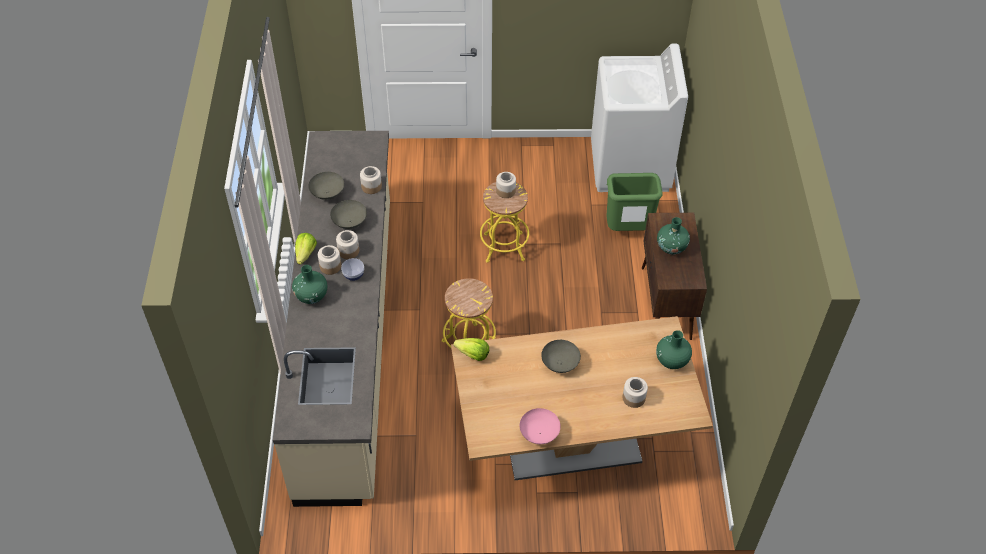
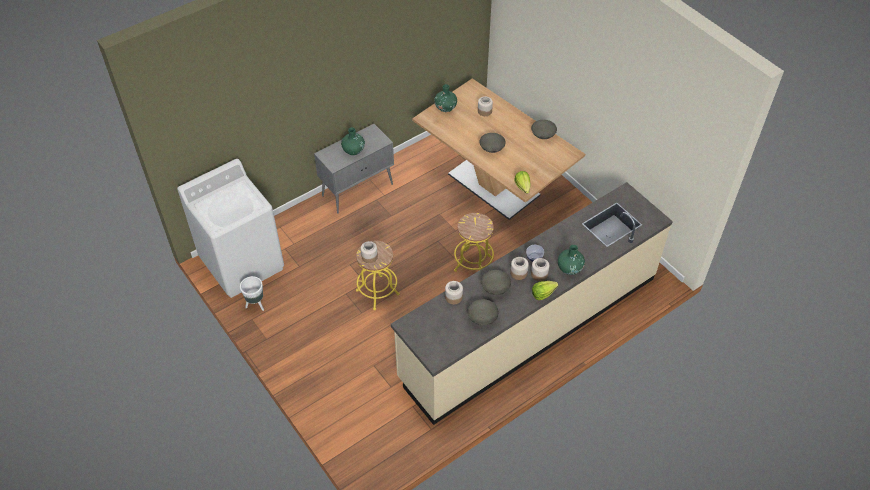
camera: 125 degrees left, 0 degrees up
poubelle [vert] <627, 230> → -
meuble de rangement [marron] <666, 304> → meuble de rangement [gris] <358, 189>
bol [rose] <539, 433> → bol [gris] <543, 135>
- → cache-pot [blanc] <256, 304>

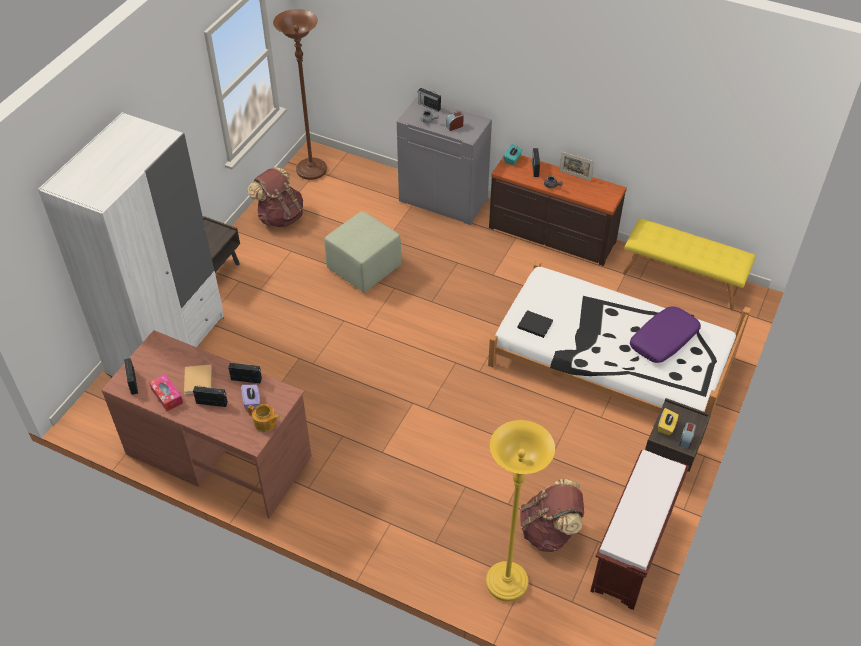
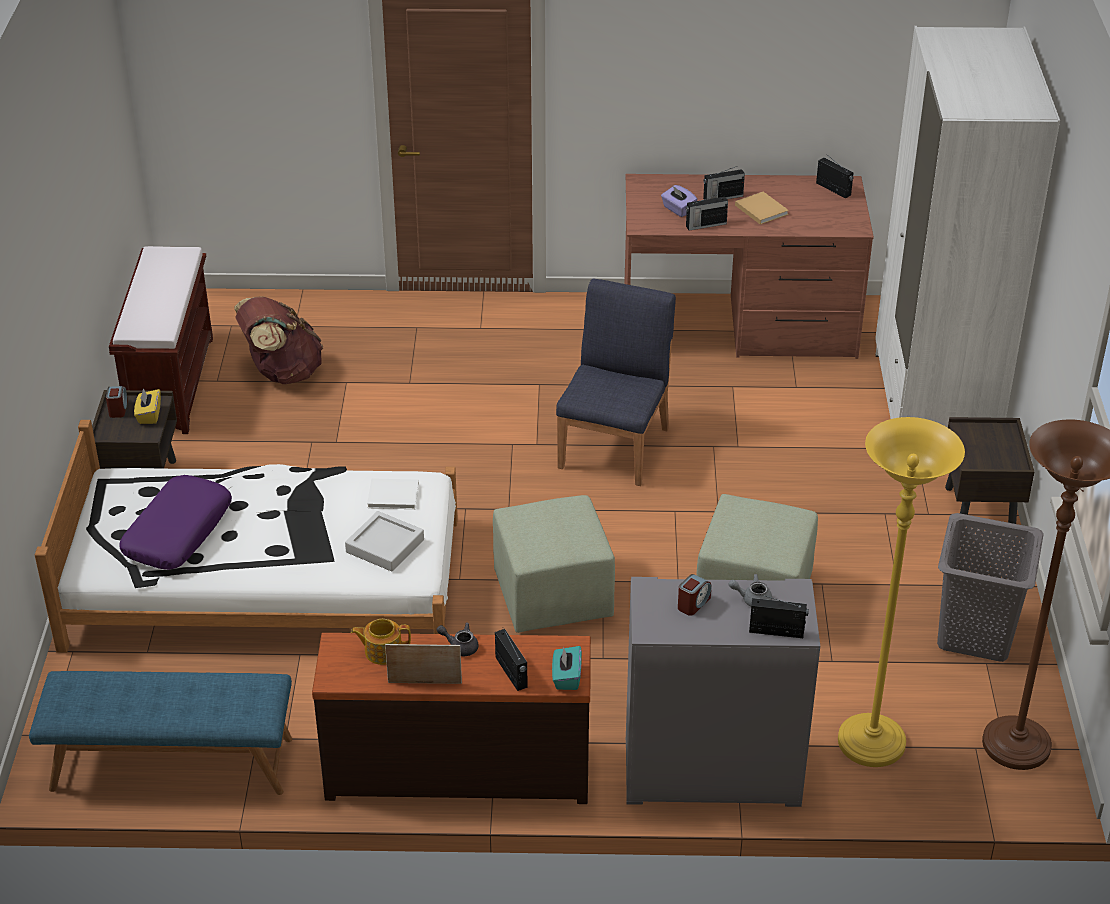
camera: 155 degrees right, 10 degrees down
sac à dos [marron] <280, 217> → panier à linge [gris] <976, 635>
banc [jaune] <683, 279> → banc [bleu] <171, 764>
livre [noir] <534, 324> → livre [blanc] <395, 496>
boîte à mouchoirs <167, 396> → -
théière <265, 423> → théière <382, 651>, relocated
lampadaire [jaune] <507, 583> → lampadaire [jaune] <871, 743>, relocated
- → chaise [bleu] <615, 447>
- → pouf [vert] <554, 597>
- → plateau [gris] <385, 546>

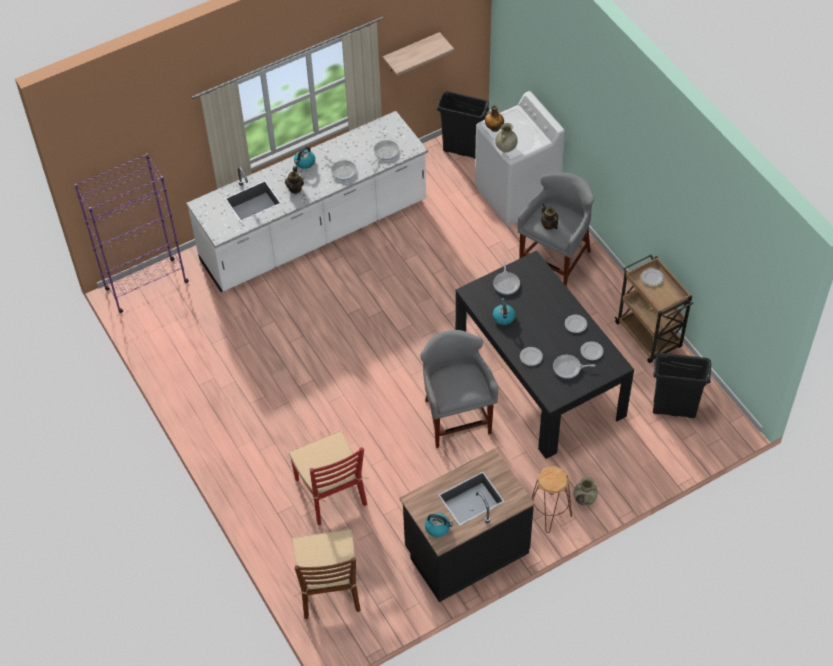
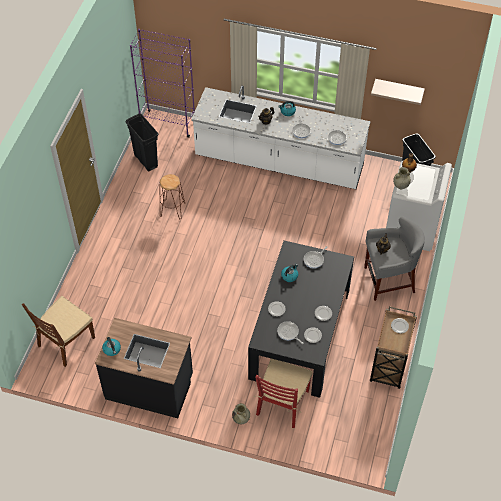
camera: 45 degrees right, 0 degrees up
tabouret [gris] <456, 418> → -
poubelle [noir] <674, 409> → poubelle [noir] <146, 161>, relocated
chaise [rouge] <331, 492> → chaise [rouge] <282, 403>, relocated
tabouret [marron] <549, 513> → tabouret [marron] <172, 210>, relocated

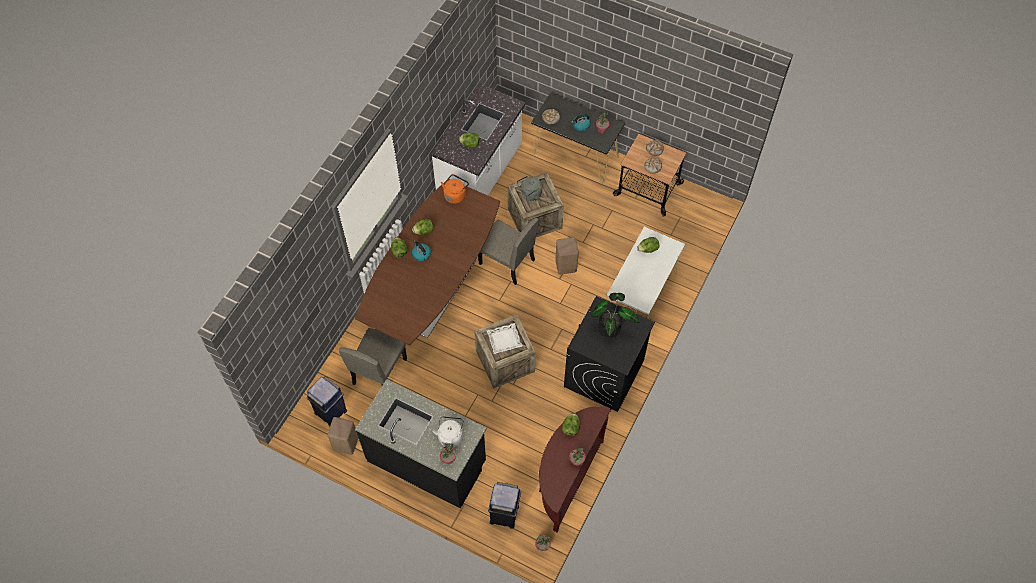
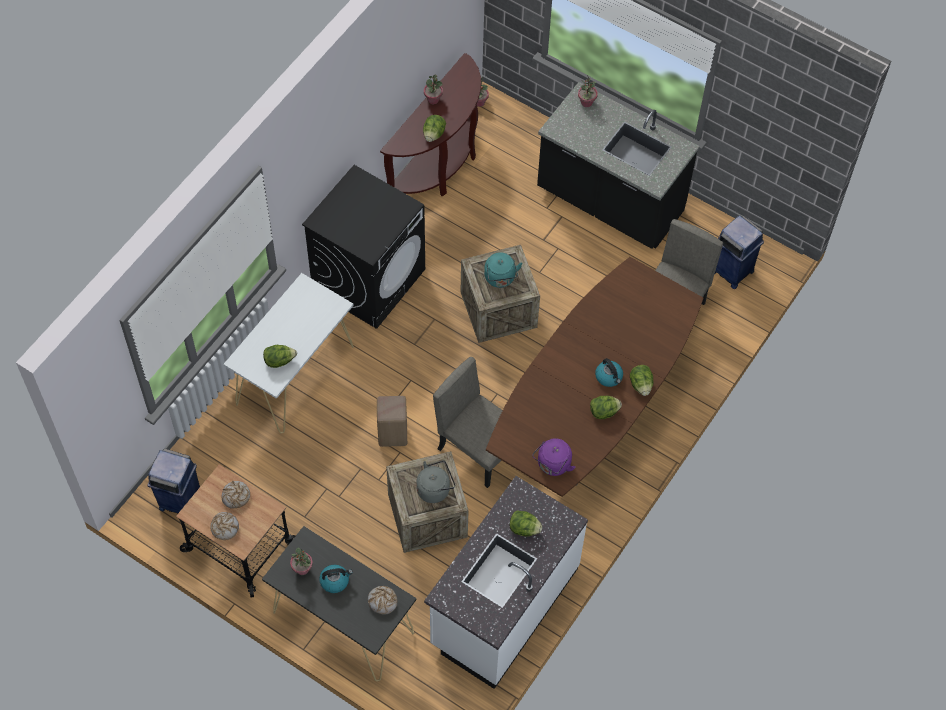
camera: 175 degrees left, 0 degrees up
bouilloire [orange] <455, 195> → bouilloire [violet] <553, 465>
plante en pot <611, 326> → -
plateau [blanc] <504, 339> → bouilloire [turquoise] <500, 279>
bouilloire [blanc] <450, 435> → -
tabouret [beige] <345, 444> → -
poubelle [bleu] <505, 514> → poubelle [bleu] <180, 500>, relocated

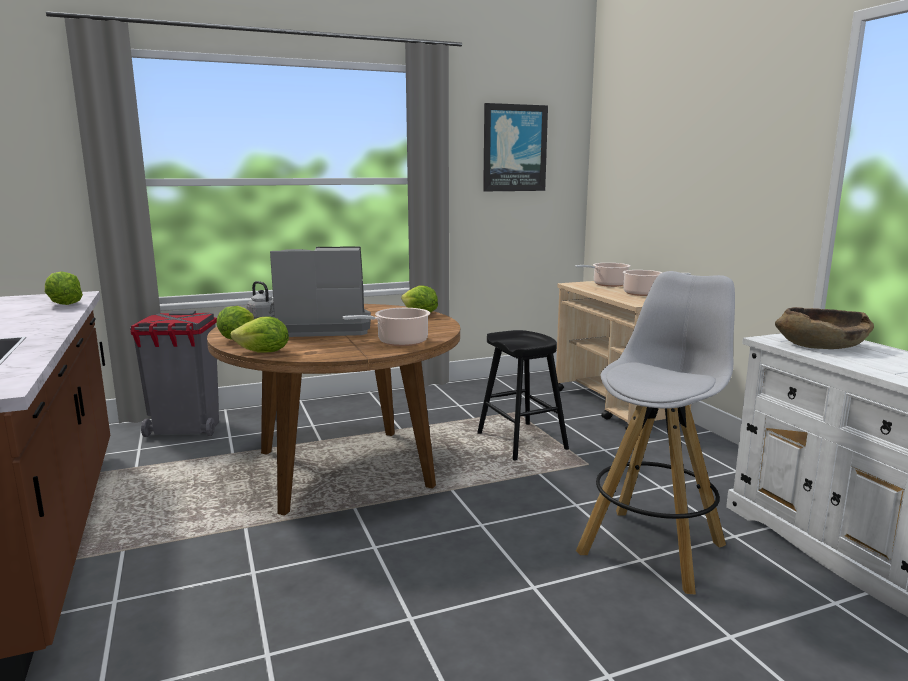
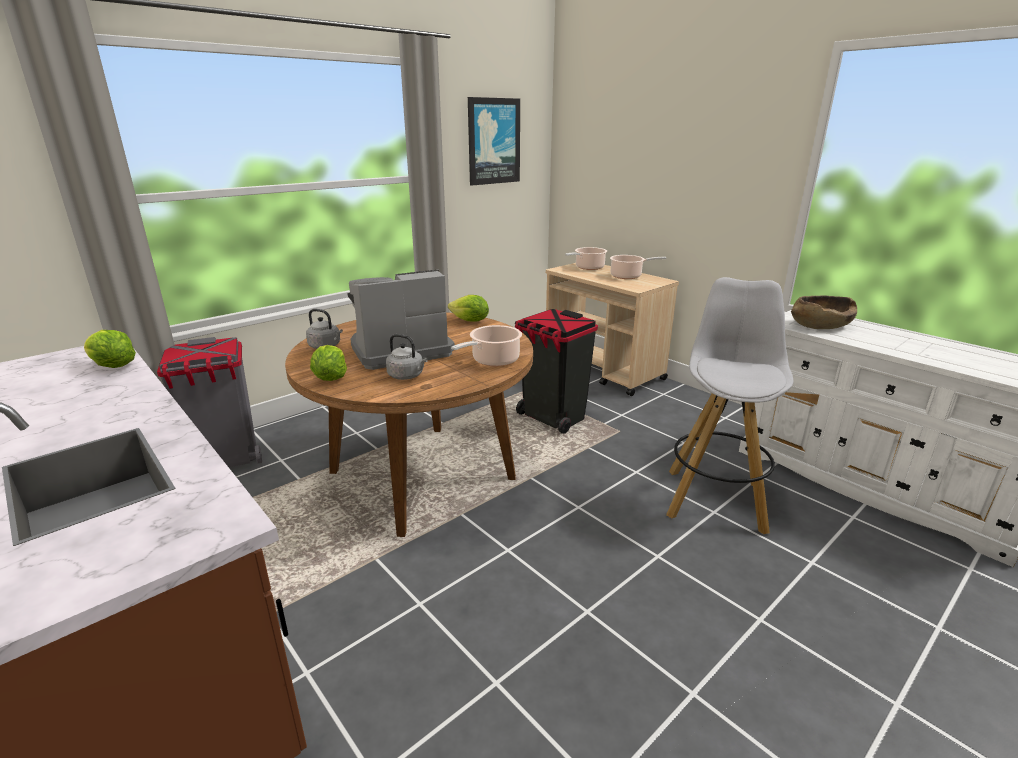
camera: 20 degrees left, 10 degrees up
laitue <263, 353> → -
tabouret [noir] <521, 441> → poubelle [noir] <553, 418>
- → bouilloire [gris] <407, 376>

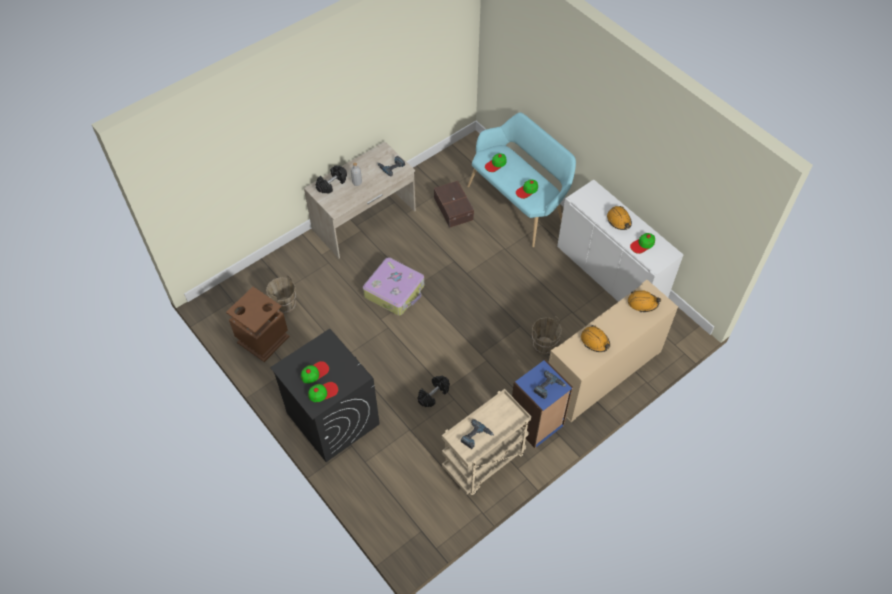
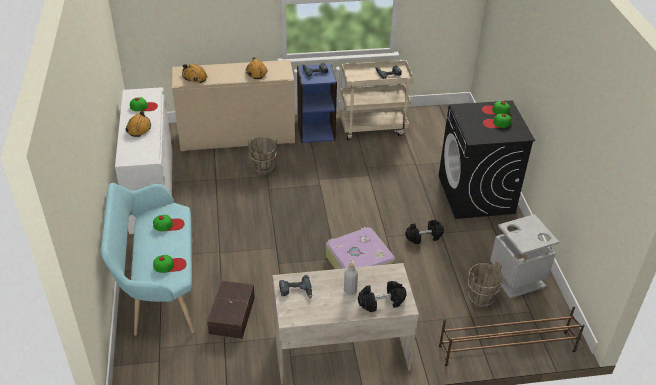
camera: 150 degrees left, 15 degrees down
poubelle [marron] <262, 339> → poubelle [gris] <517, 278>
haltère [noir] <433, 394> → haltère [noir] <423, 237>, relocated
- → étagère à chaussures [marron] <506, 348>

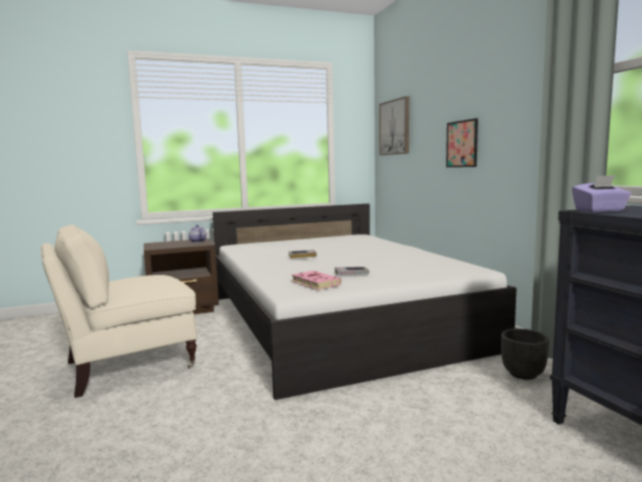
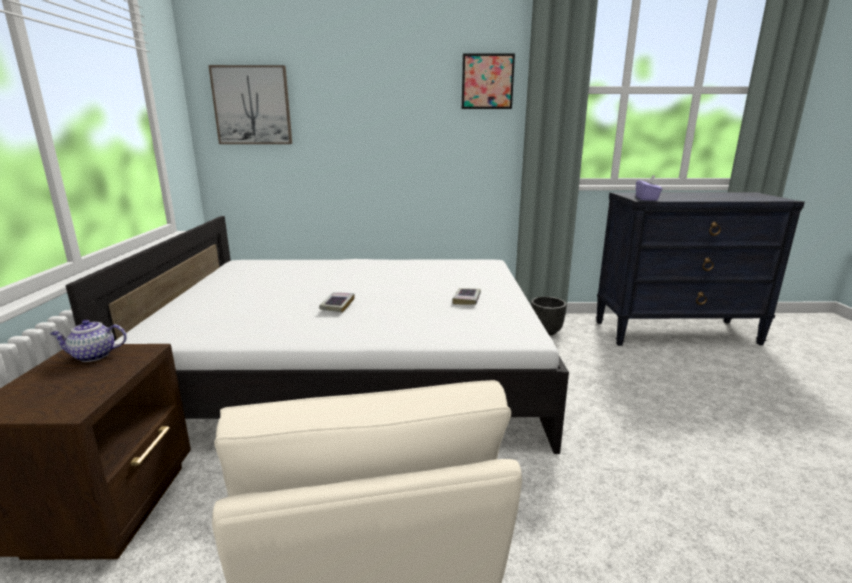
camera: 70 degrees left, 10 degrees up
tableau <462, 144> → tableau <487, 81>, relocated
livre [rose] <314, 283> → -

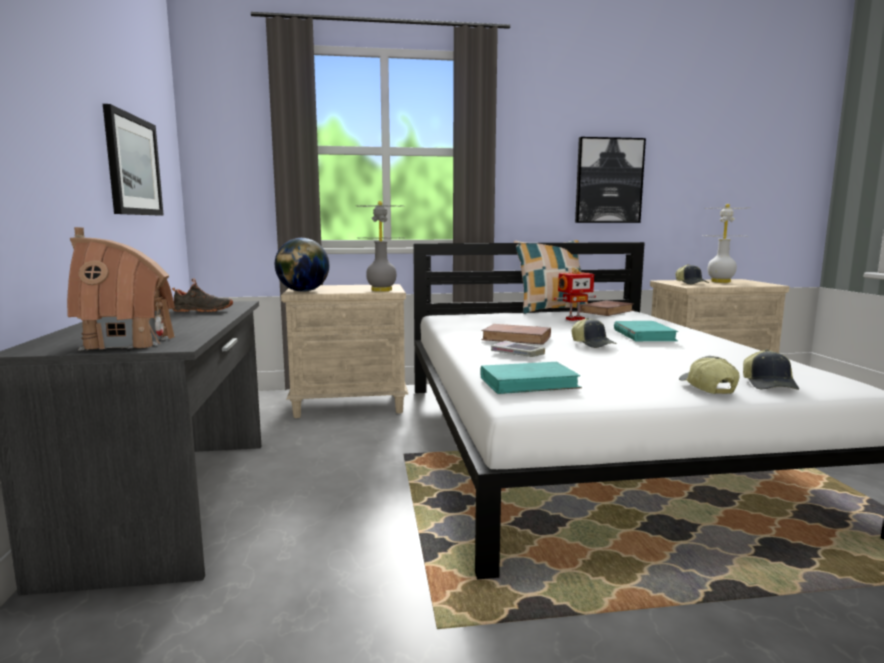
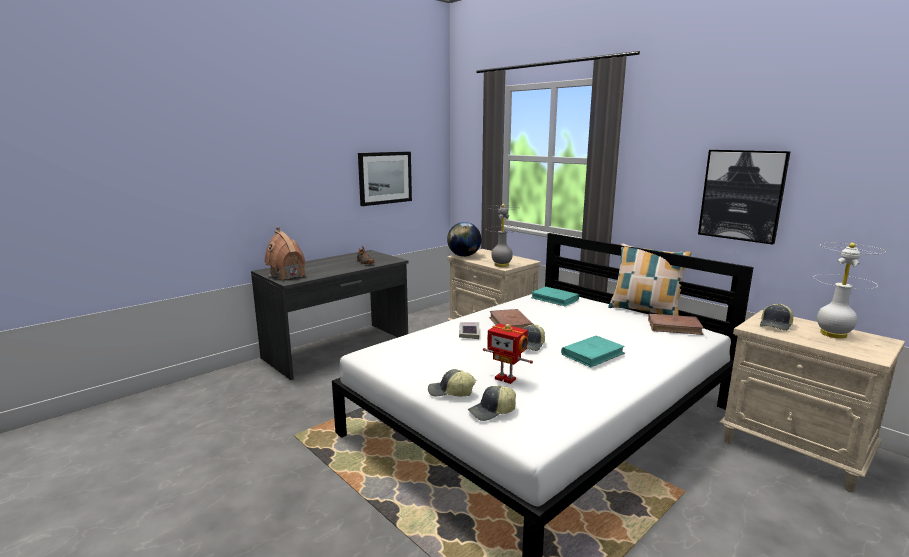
camera: 55 degrees right, 5 degrees up
robot jouet <574, 319> → robot jouet <506, 378>, relocated
casquette <706, 388> → casquette <450, 392>, 135 degrees counterclockwise
livre [turquoise] <529, 383> → livre [turquoise] <555, 299>, relocated

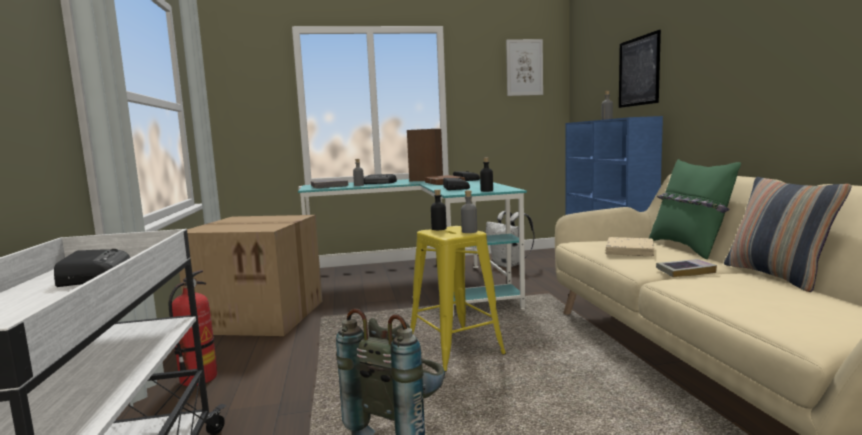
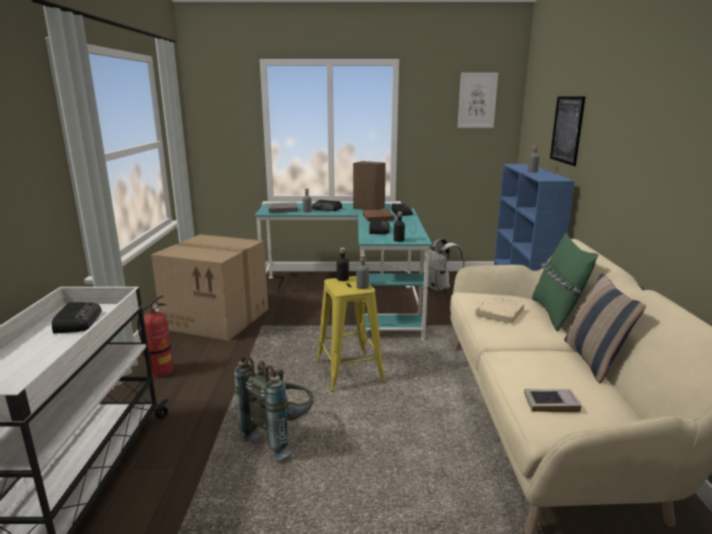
camera: 10 degrees right, 10 degrees up
livre <685, 271> → livre <551, 403>, relocated

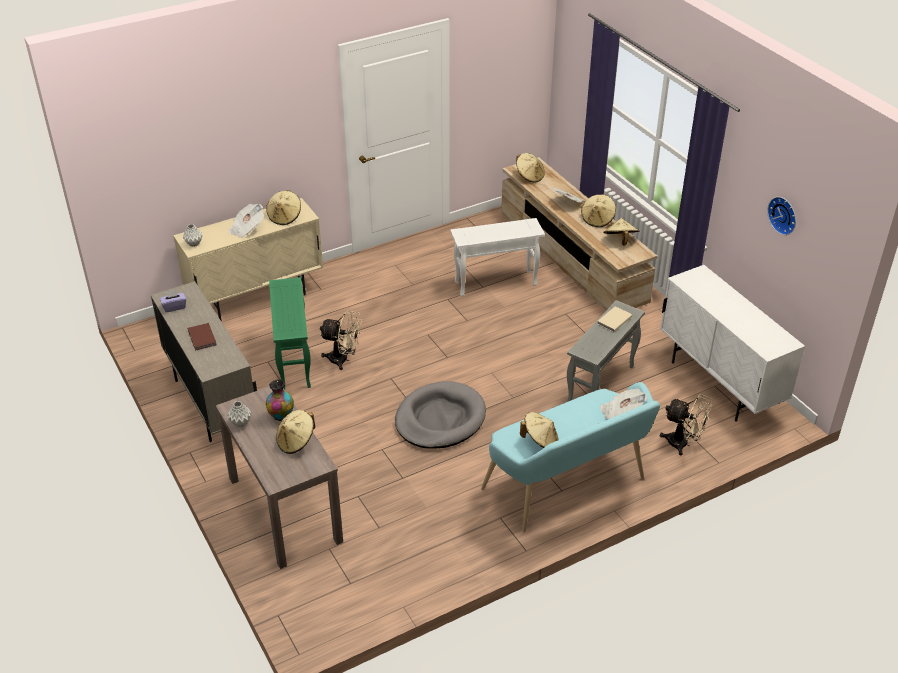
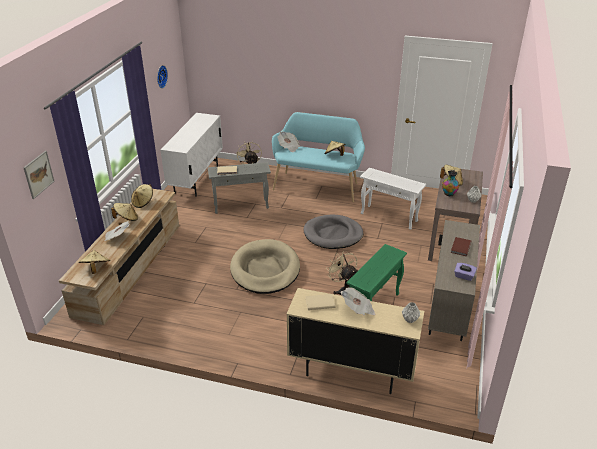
camera: 135 degrees left, 5 degrees down
chapeau [beige] <285, 217> → livre [beige] <319, 302>
table d'appoint [blanc] <495, 283> → table d'appoint [blanc] <389, 217>, relocated
- → tableau <38, 174>
- → panier pour chien [beige] <265, 269>

